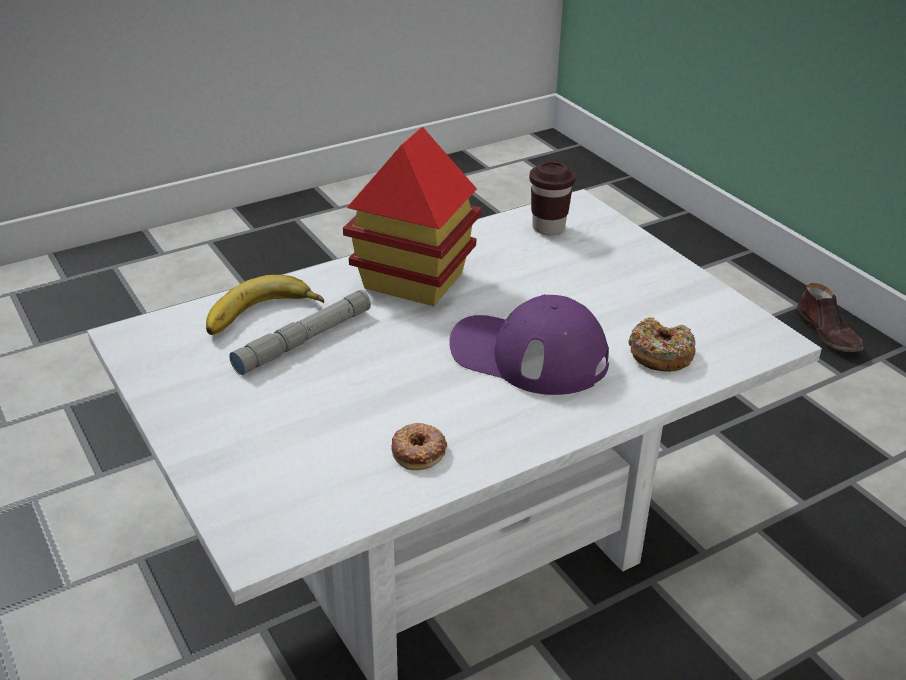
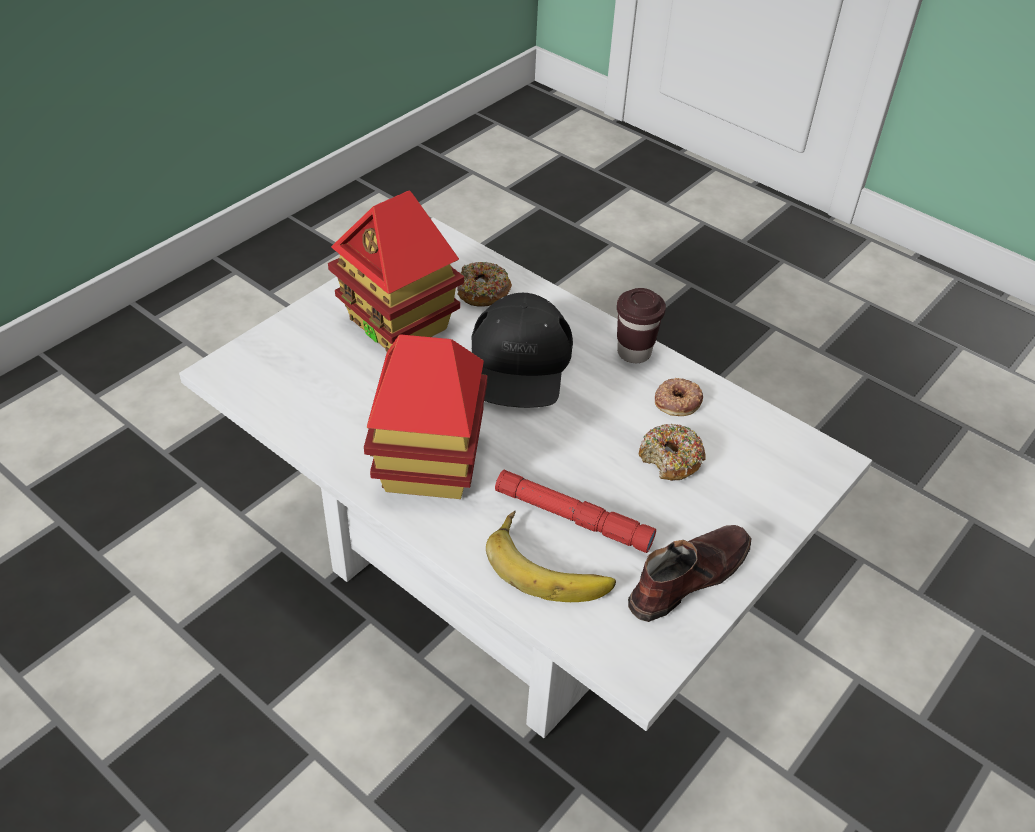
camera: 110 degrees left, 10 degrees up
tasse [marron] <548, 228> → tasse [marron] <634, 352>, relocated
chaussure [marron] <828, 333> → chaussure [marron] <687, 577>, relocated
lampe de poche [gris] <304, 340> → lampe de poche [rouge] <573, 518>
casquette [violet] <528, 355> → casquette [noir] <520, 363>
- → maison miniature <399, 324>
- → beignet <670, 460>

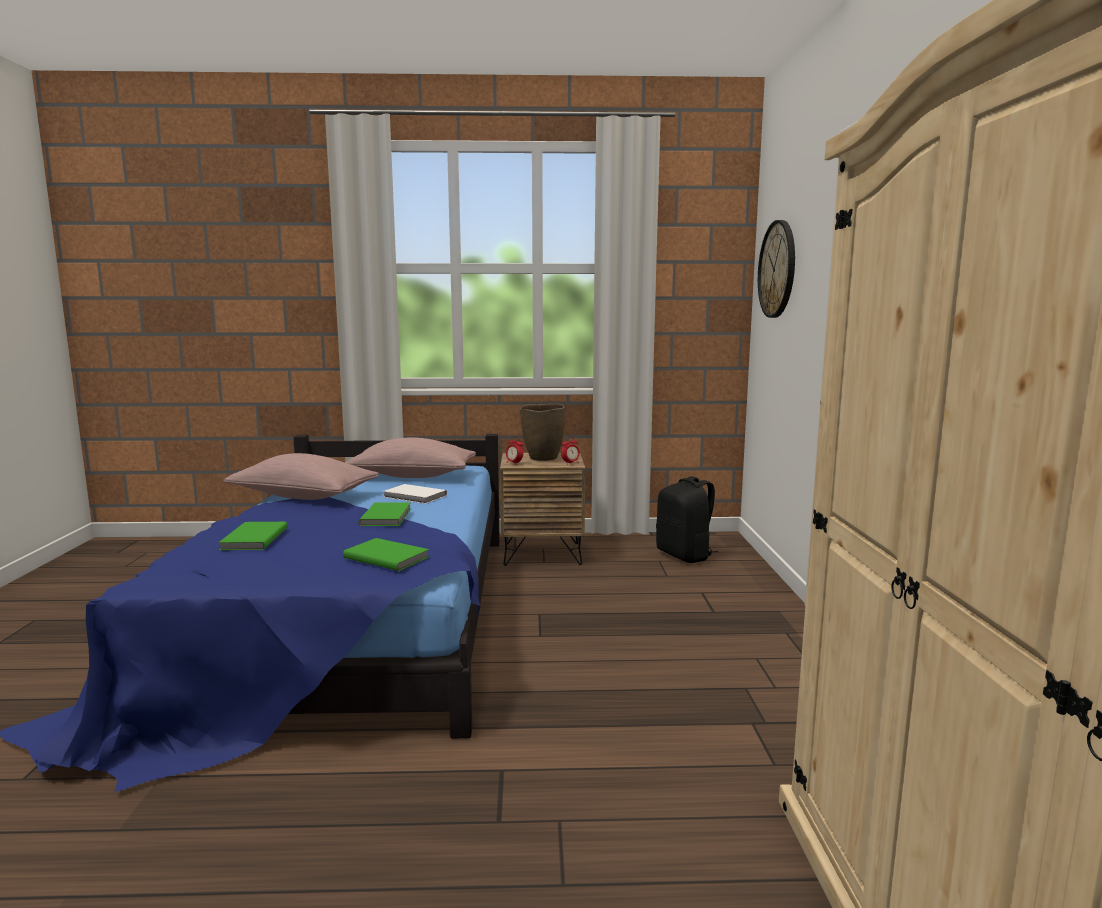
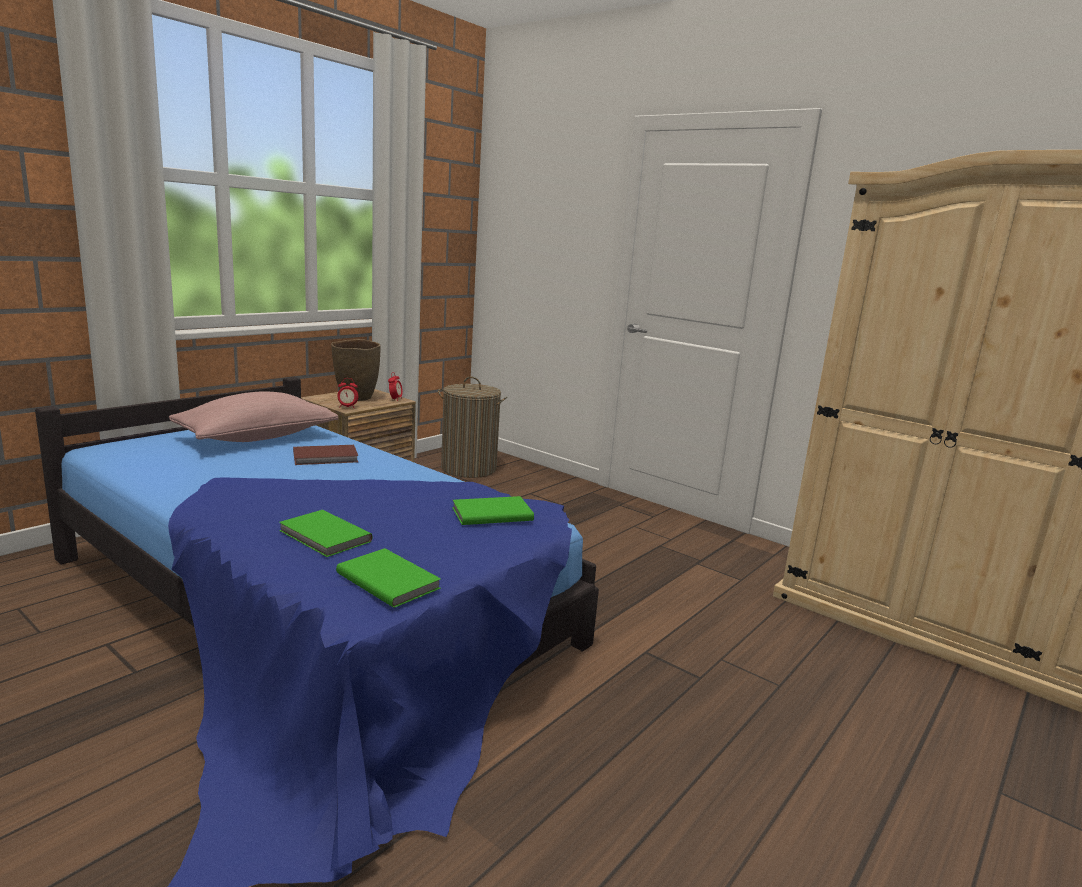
camera: 50 degrees left, 5 degrees up
horloge murale <777, 269> → -
coussin [rose] <304, 496> → -
sac à dos [noir] <685, 555> → panier à linge <469, 468>
livre [blanc] <414, 496> → livre [marron] <326, 458>
livre [vert] <387, 516> → livre [vert] <389, 579>, relocated

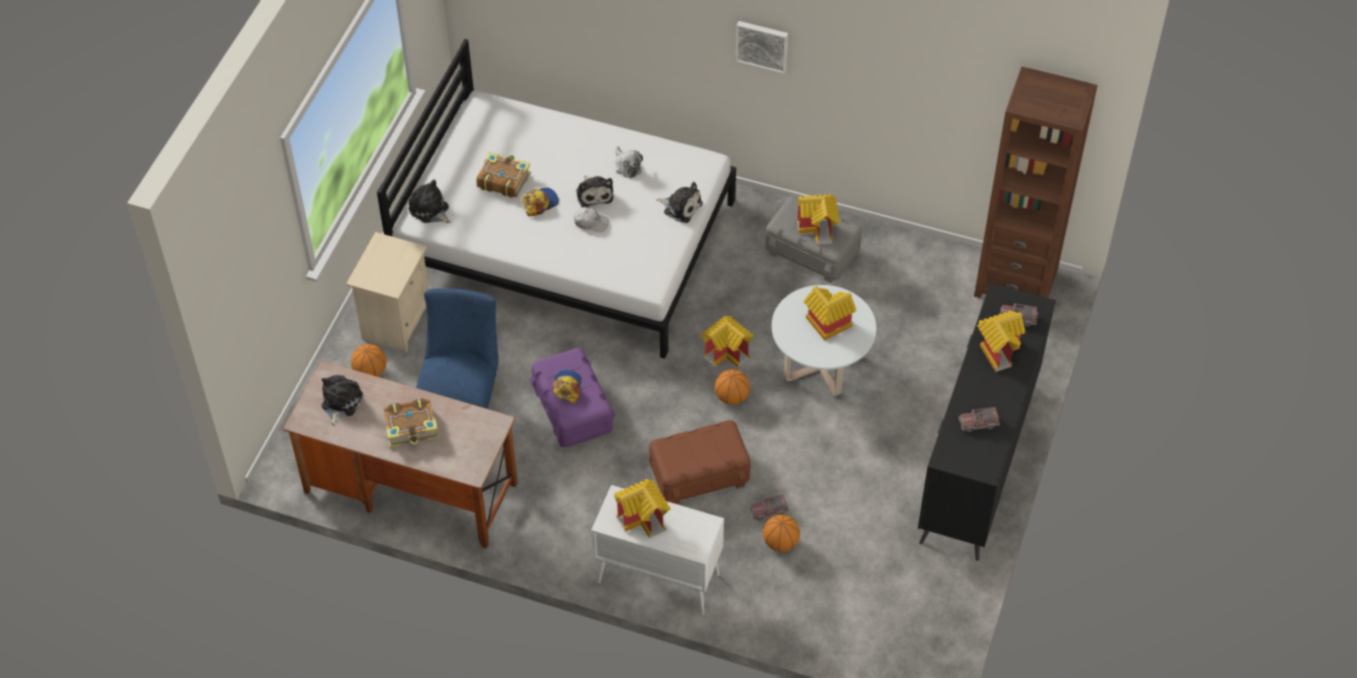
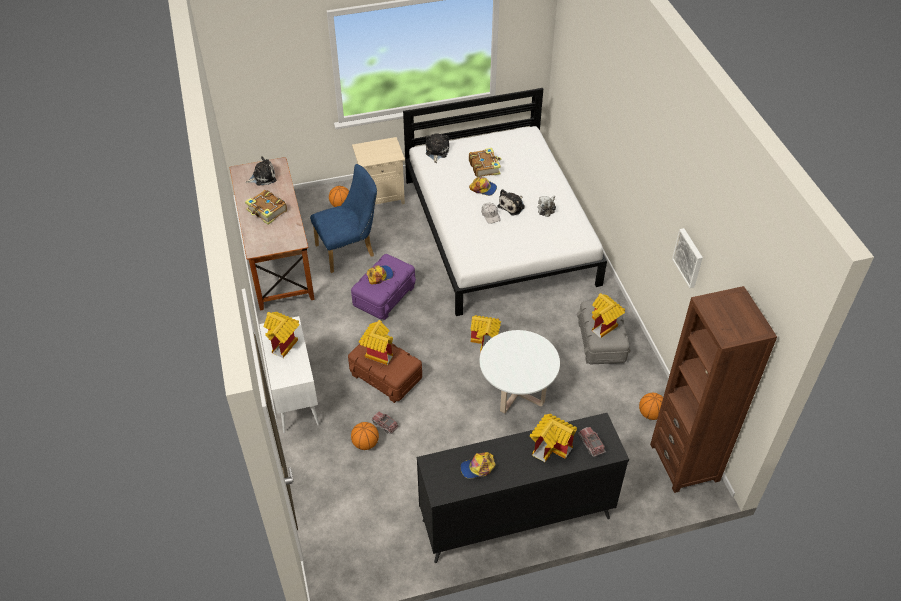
camera: 55 degrees right, 5 degrees down
tableau <762, 45> → tableau <689, 257>, relocated
peluche <681, 207> → -
maison miniature <826, 326> → maison miniature <377, 352>, relocated
ballon de basket <732, 397> → ballon de basket <650, 414>, relocated
camion jouet <978, 423> → casquette <478, 468>

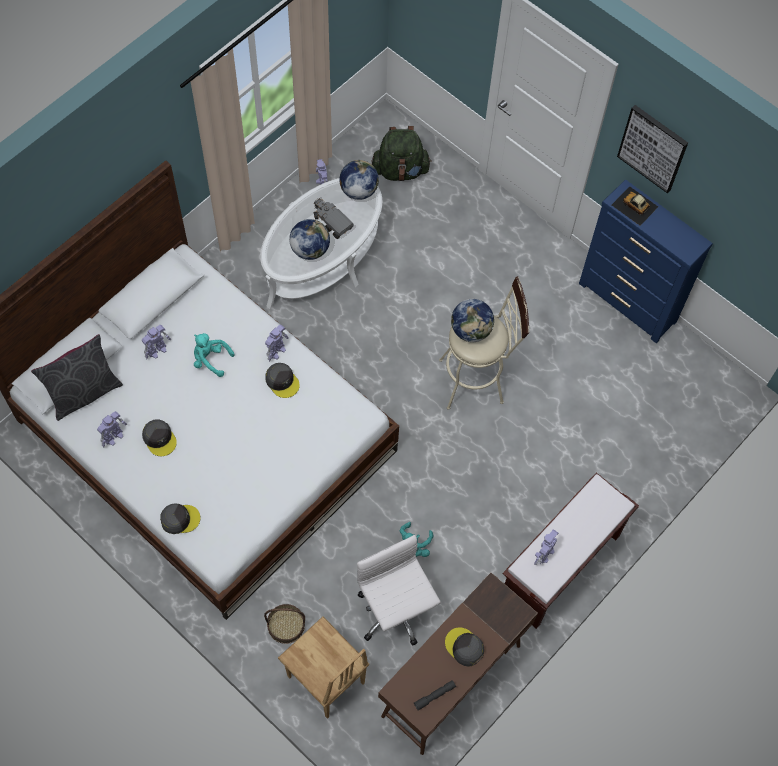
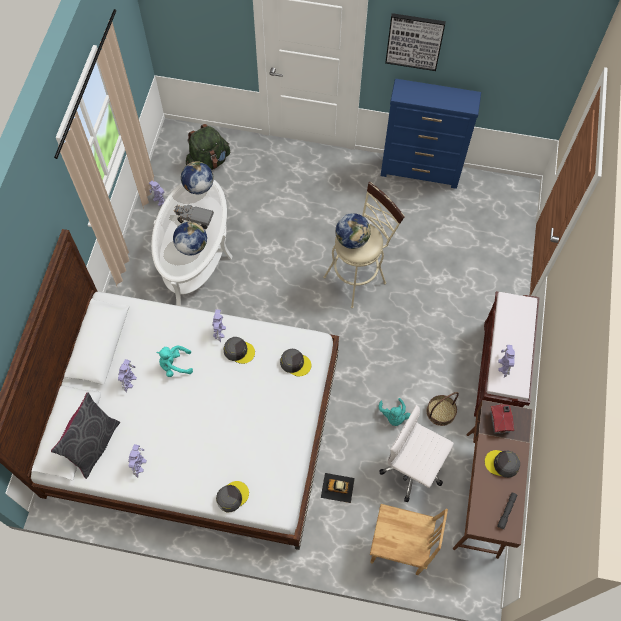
camera: 30 degrees left, 0 degrees up
petite voiture <634, 206> → petite voiture <337, 488>, relocated
casquette [gris] <159, 438> → casquette [gris] <295, 363>, relocated
panier <286, 625> → panier <441, 412>, relocated
- → maison miniature <500, 421>

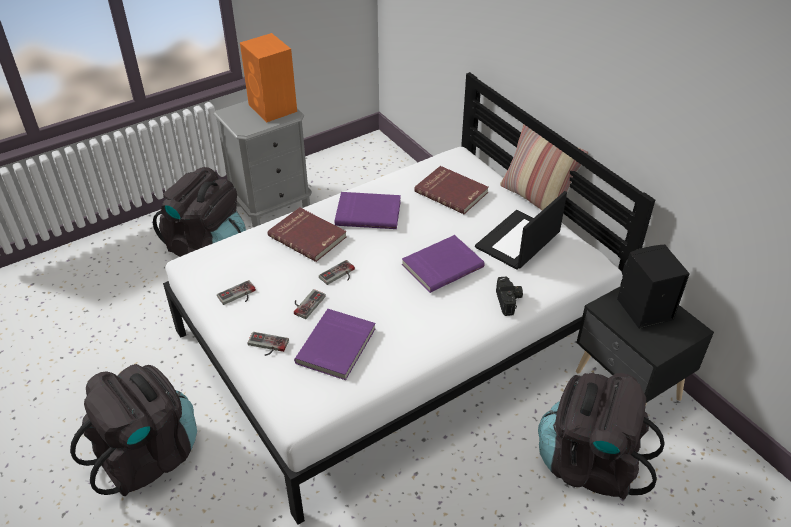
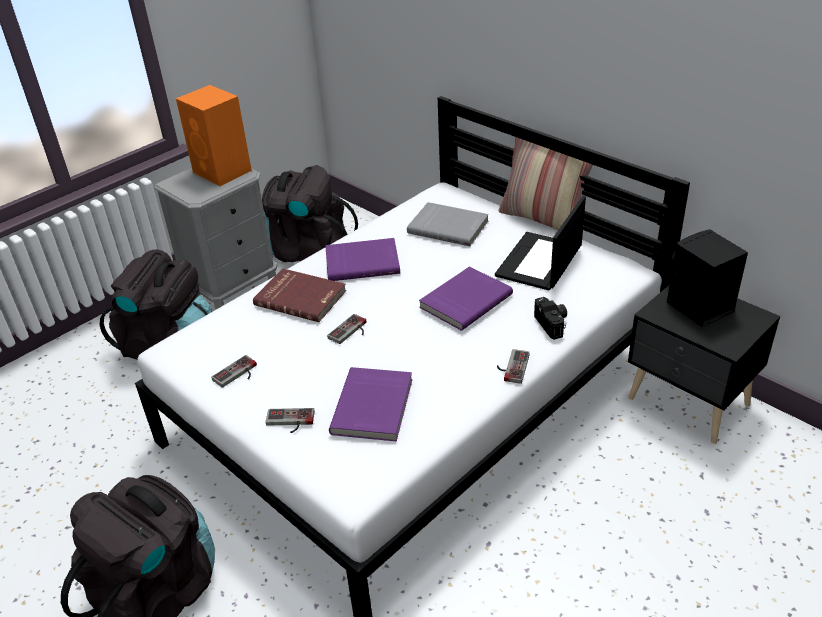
camera: 10 degrees left, 5 degrees down
livre [rouge] <452, 191> → livre [gris] <448, 226>
manette <306, 303> → manette <511, 366>, relocated
sac à dos [noir] <590, 463> → sac à dos [noir] <308, 251>, relocated

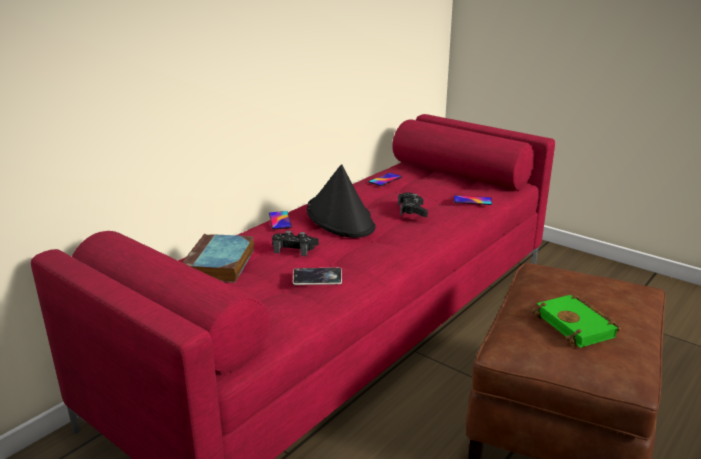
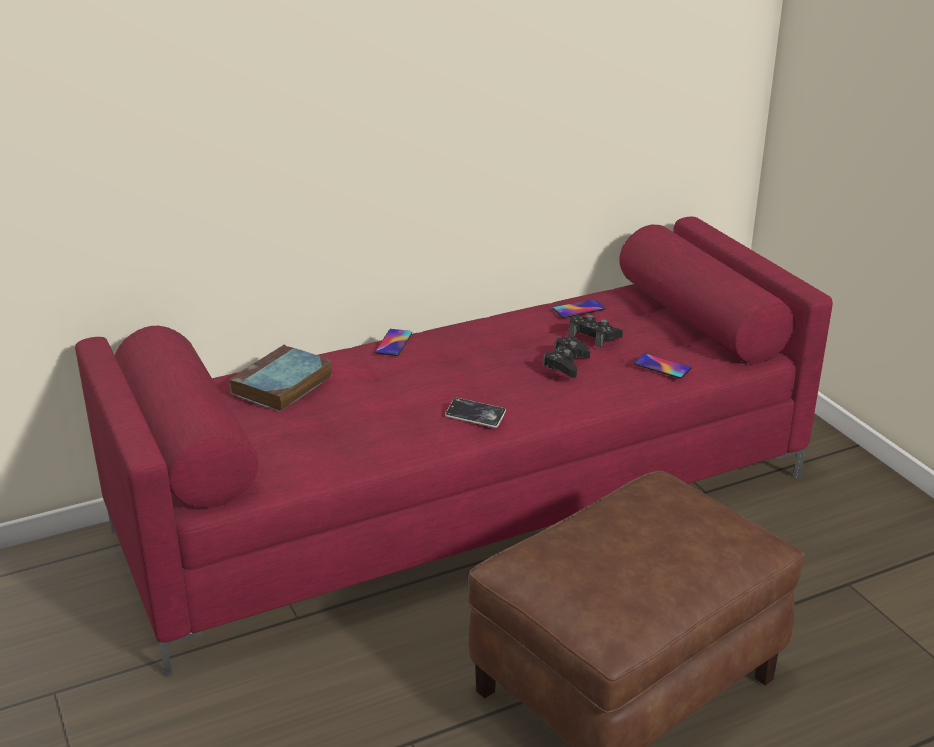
camera: 25 degrees right, 5 degrees up
chapeau [noir] <340, 218> → -
manette [noir] <294, 248> → manette [noir] <594, 336>, relocated
téléphone <317, 279> → téléphone <475, 416>, relocated
livre [vert] <578, 326> → -

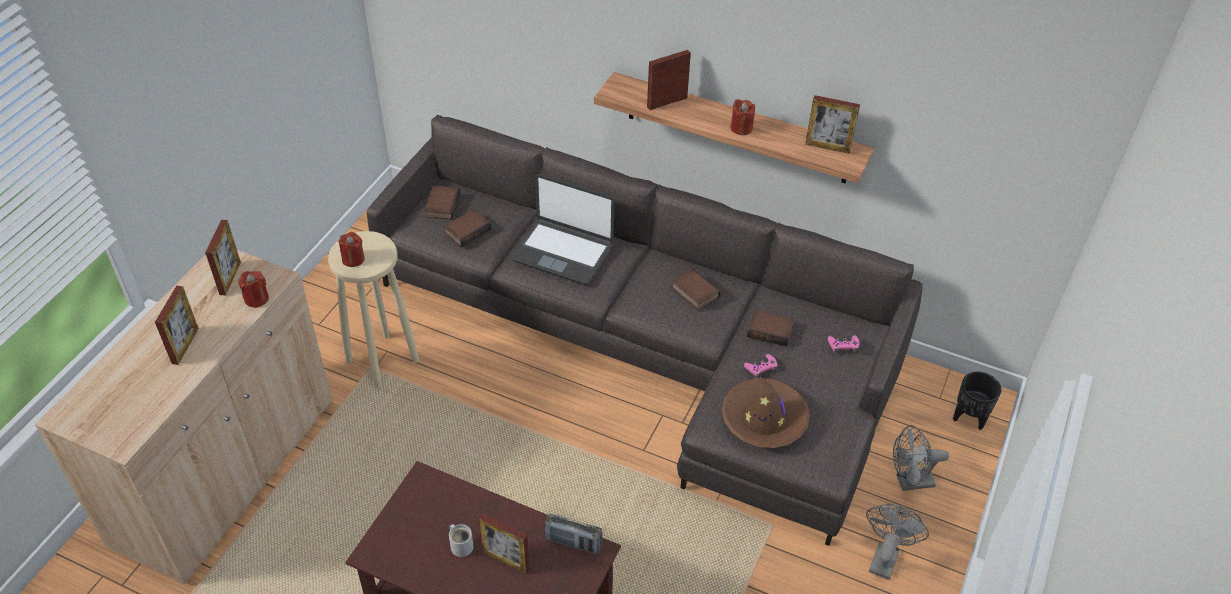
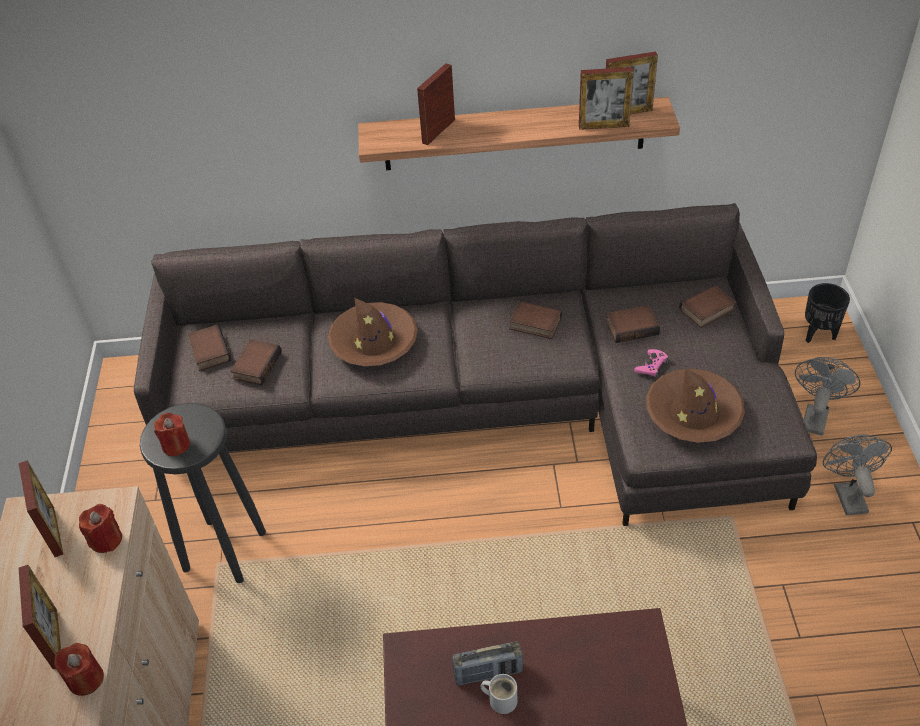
camera: 25 degrees left, 0 degrees up
bougie [rouge] <741, 128> → bougie [rouge] <86, 679>, relocated
ordinateur portable <563, 252> → chapeau [marron] <374, 342>
tabouret [beige] <383, 360> → tabouret [noir] <225, 549>
manette [rose] <843, 346> → livre <707, 311>
ventilateur [gris] <909, 482> → ventilateur [gris] <815, 416>, 150 degrees clockwise
cadre photo <506, 560> → cadre photo <603, 126>, relocated
radio <573, 543> → radio <488, 673>, relocated

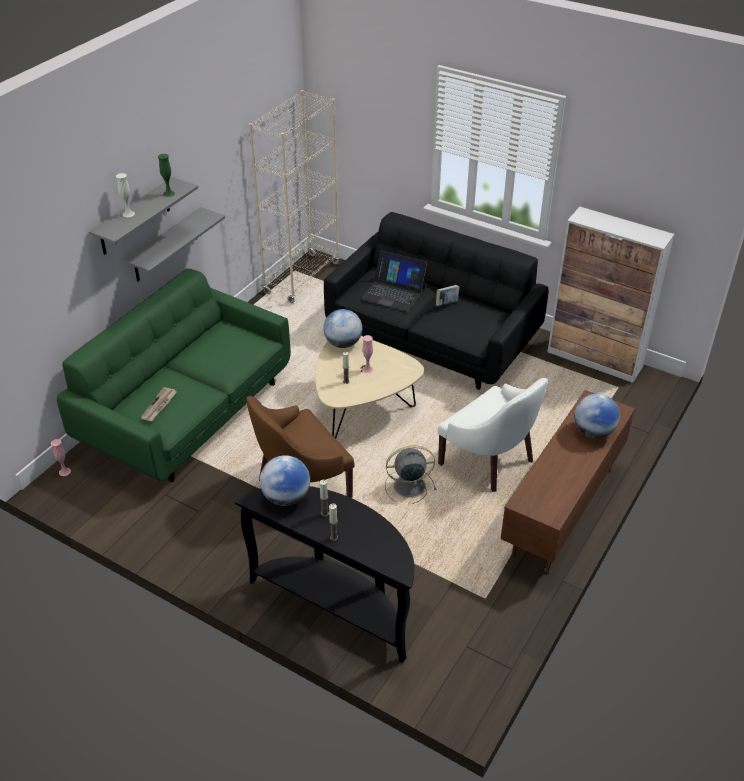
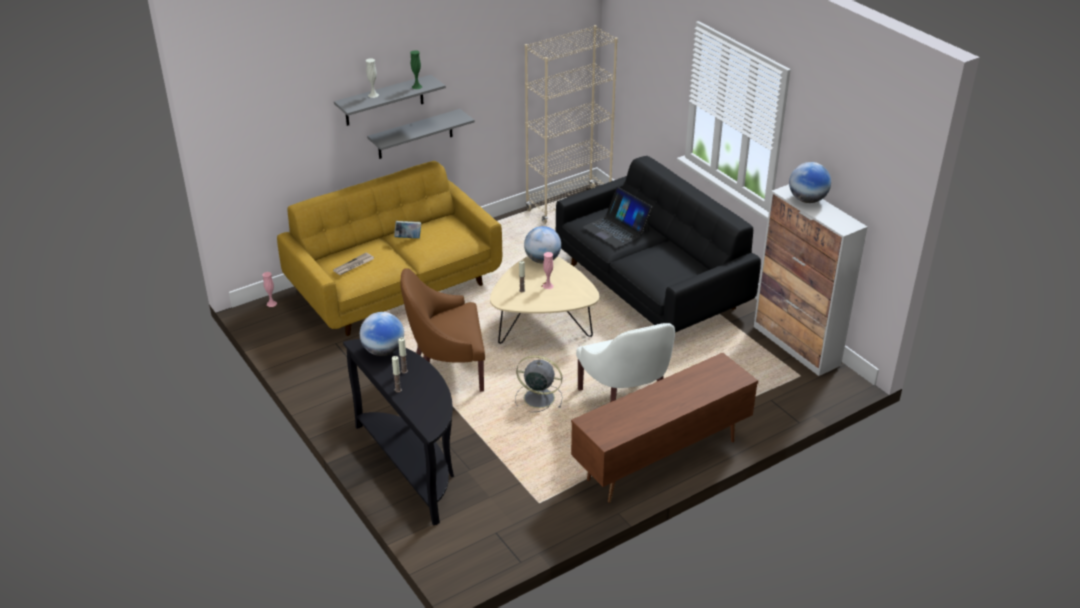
camera: 25 degrees right, 5 degrees down
canapé [vert] <187, 412> → canapé [jaune] <395, 287>
livre <447, 304> → livre <408, 238>, relocated
globe <593, 432> → globe <807, 200>, relocated

